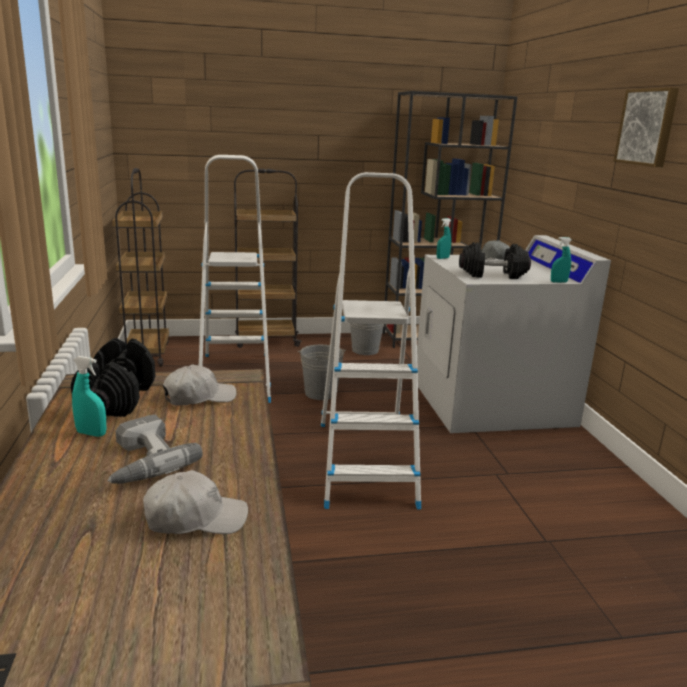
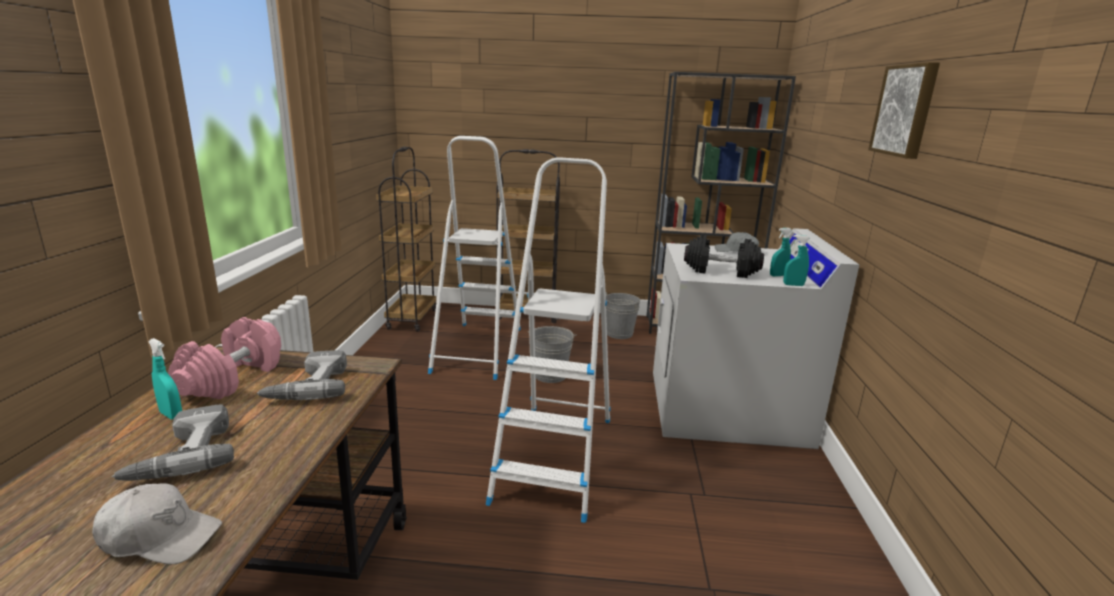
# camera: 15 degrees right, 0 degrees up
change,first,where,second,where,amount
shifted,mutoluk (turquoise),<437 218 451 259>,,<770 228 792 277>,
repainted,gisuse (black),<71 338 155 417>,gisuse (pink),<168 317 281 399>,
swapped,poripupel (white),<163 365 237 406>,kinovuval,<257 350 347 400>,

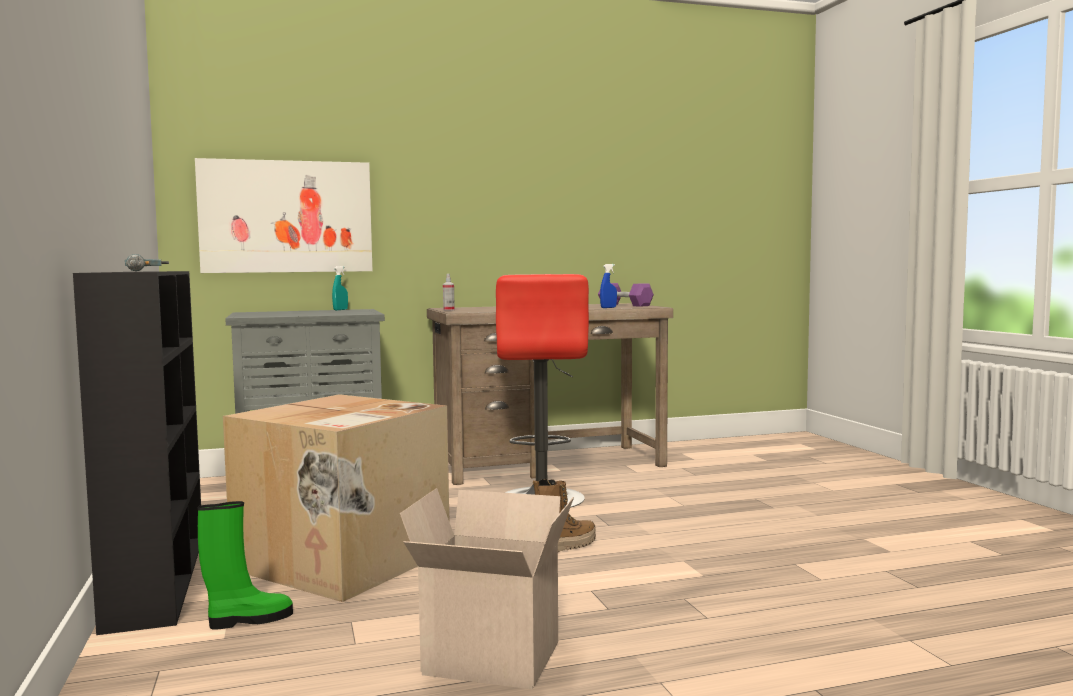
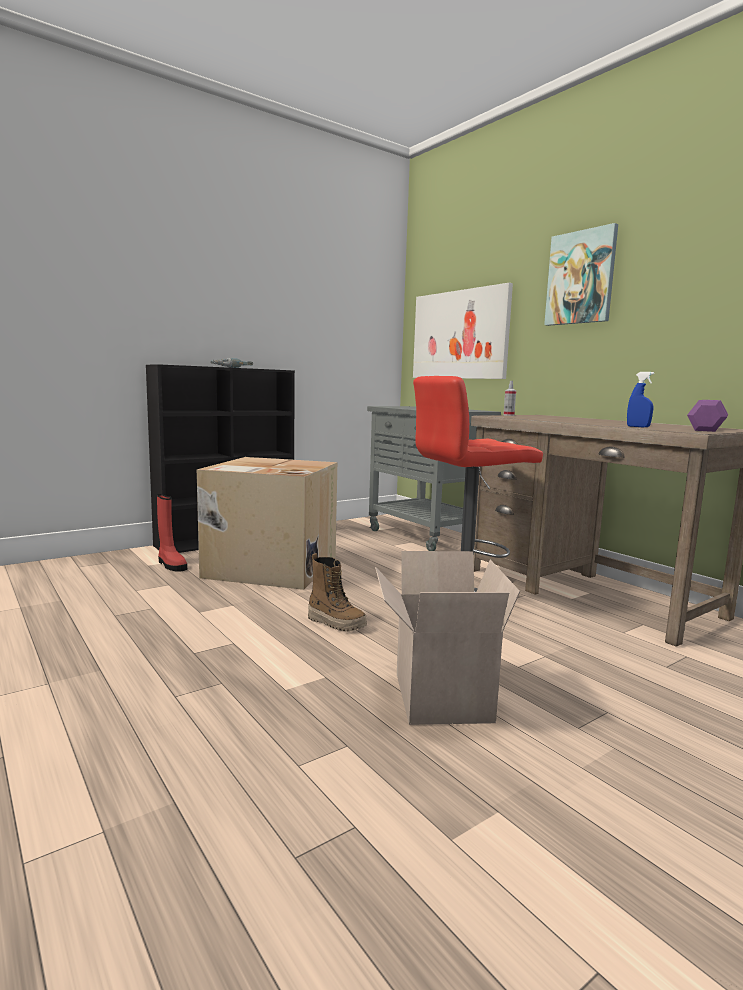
# camera: 70 degrees right, 5 degrees up
change,first,where,second,where,amount
gone,mutoluk (turquoise),<332 266 348 310>,,,
shifted,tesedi,<400 488 574 689>,,<375 551 520 725>,
repainted,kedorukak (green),<198 501 293 629>,kedorukak (red),<157 494 187 572>,
new,,,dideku,<544 223 618 326>,

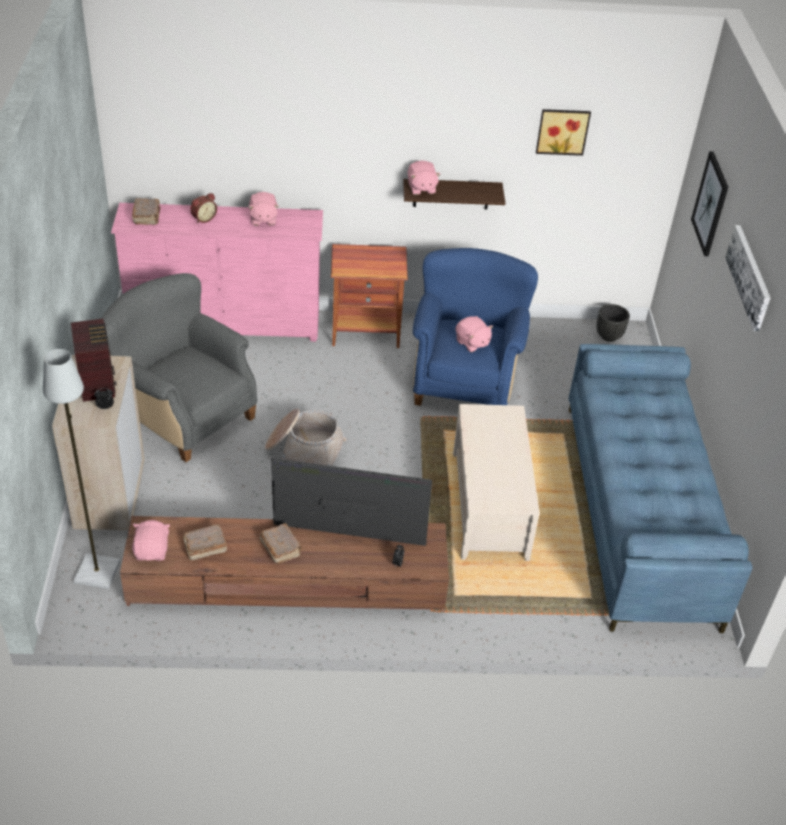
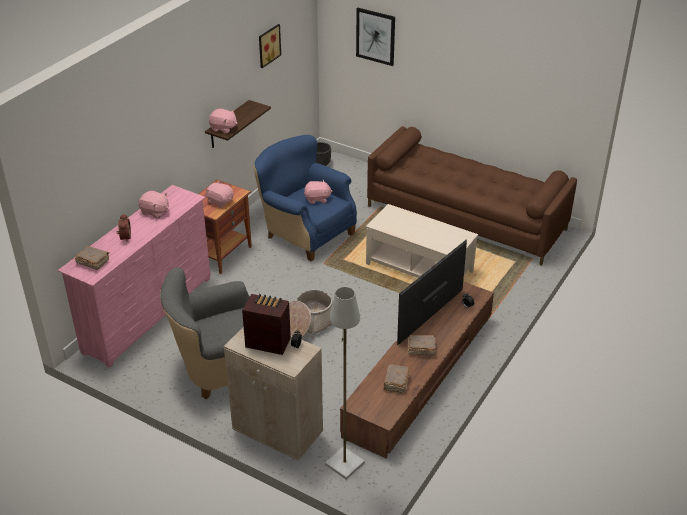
# camera: 55 degrees left, 5 degrees down
change,first,where,second,where,amount
gone,dideku,<725 225 771 331>,,,
repainted,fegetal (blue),<569 344 753 633>,fegetal (brown),<367 126 577 266>,
shifted,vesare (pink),<132 520 170 561>,,<206 181 234 208>,

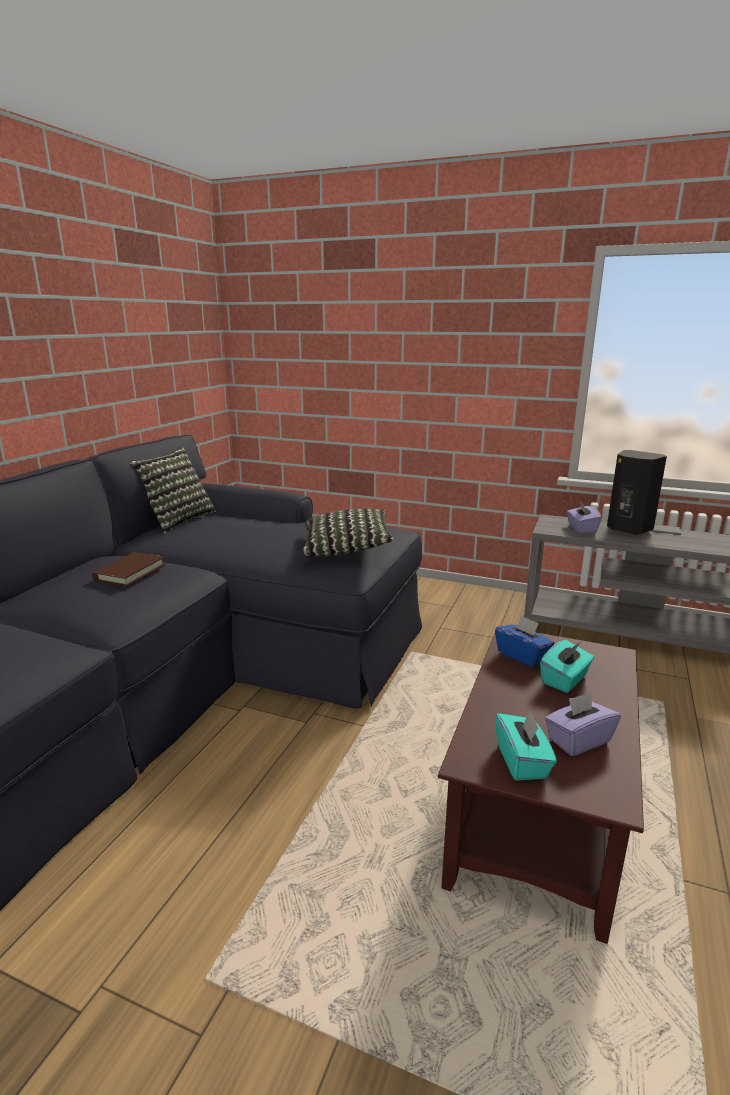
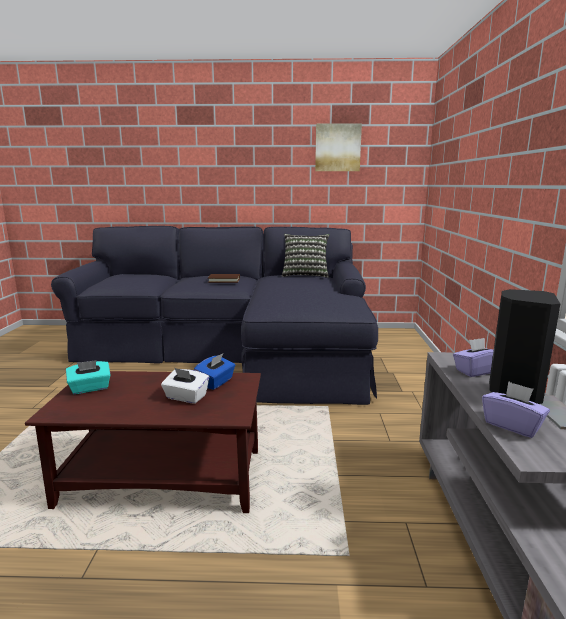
# camera: 70 degrees right, 5 degrees down
change,first,where,second,where,amount
gone,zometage,<302 509 394 557>,,,
repainted,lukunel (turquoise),<540 640 594 693>,lukunel (white),<161 368 209 404>,
shifted,lukunel (purple),<545 692 621 756>,,<482 381 550 438>,
new,,,dideku,<315 123 362 171>,

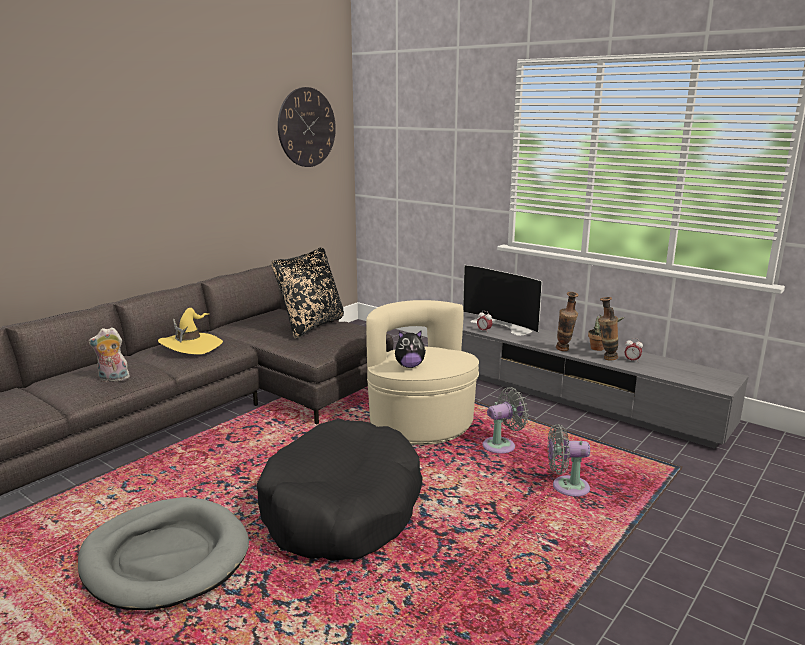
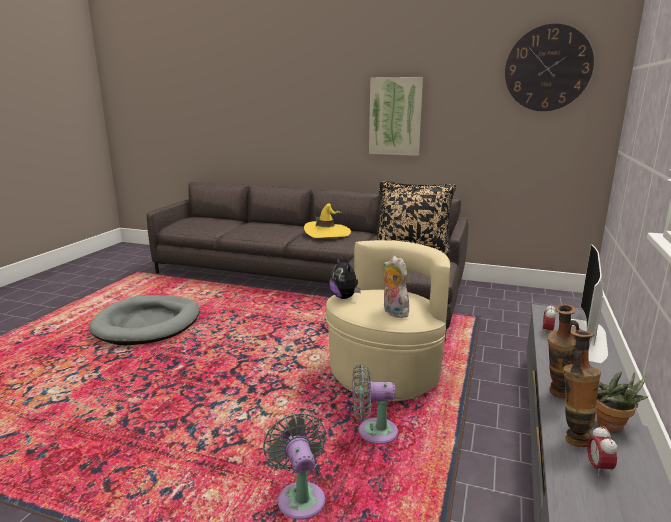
# camera: 70 degrees right, 0 degrees up
change,first,where,second,where,amount
shifted,vesare,<88 327 131 383>,,<384 256 409 318>,
rotated,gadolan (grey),<482 387 529 454>,,<352 364 398 444>,135 degrees clockwise
gone,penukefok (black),<256 419 423 561>,,,
new,,,dideku,<369 77 423 156>,

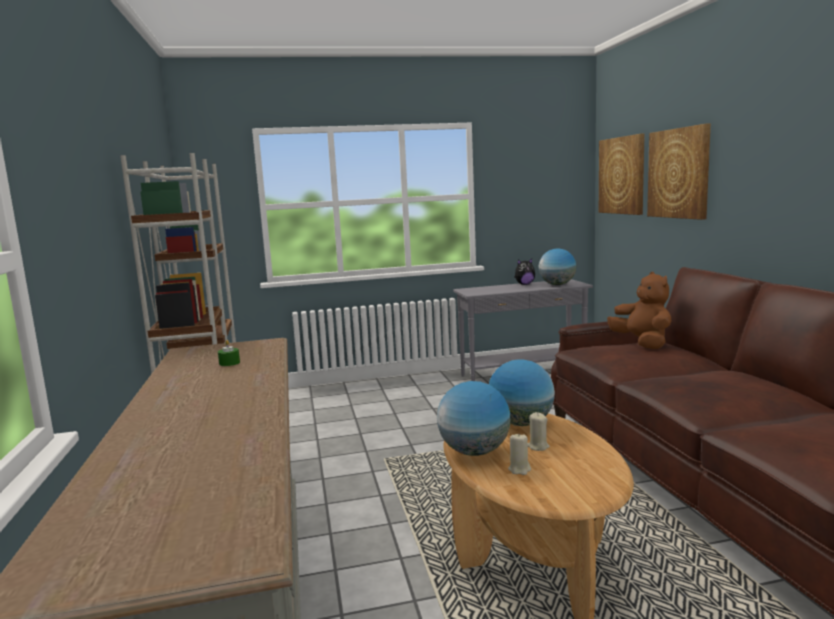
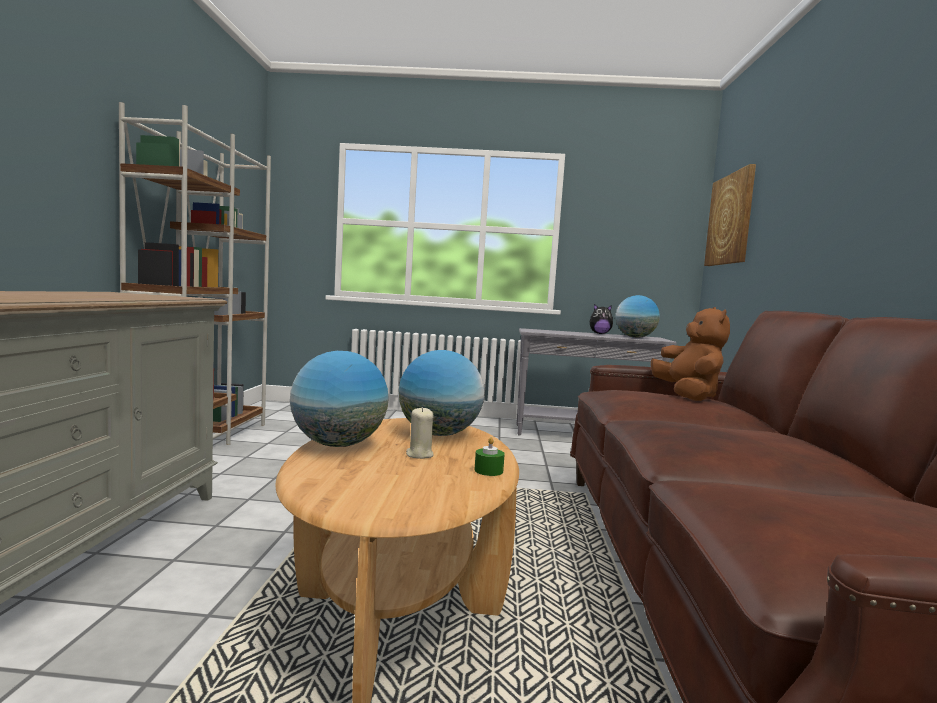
# camera: 15 degrees right, 5 degrees down
change,first,where,second,where,amount
gone,dideku,<647 123 711 220>,,,
shifted,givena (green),<218 340 240 366>,,<475 437 505 476>,
gone,givena (beige),<508 434 531 475>,,,

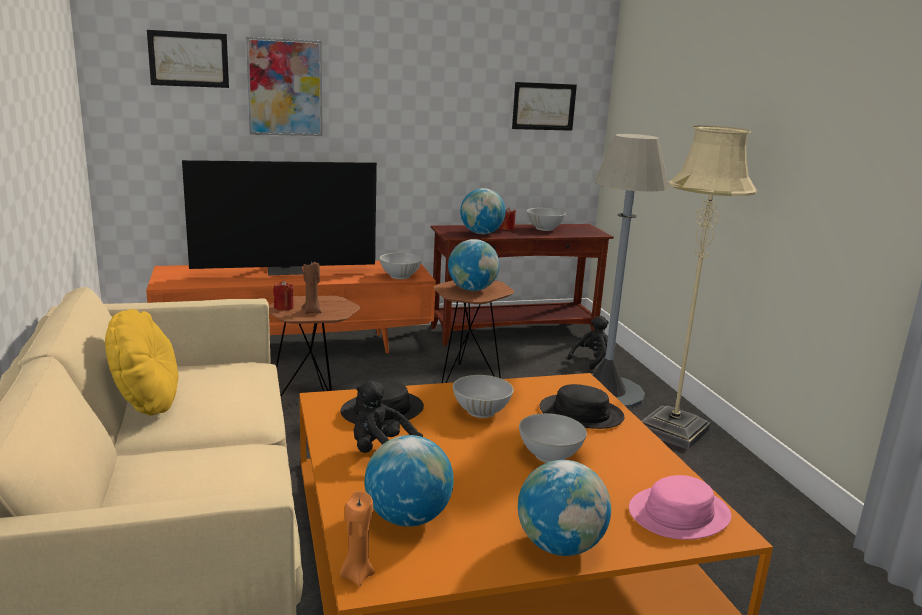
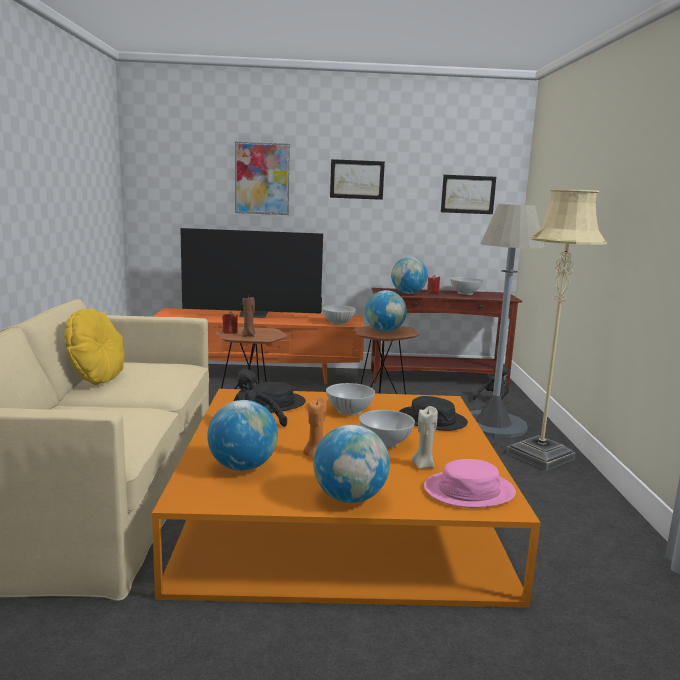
# camera: 15 degrees right, 5 degrees down
change,first,where,second,where,amount
shifted,dideku,<147 30 229 88>,,<330 159 385 200>,
shifted,givena (orange),<340 491 375 586>,,<303 397 326 459>,
new,,,givena (beige),<411 406 438 469>,

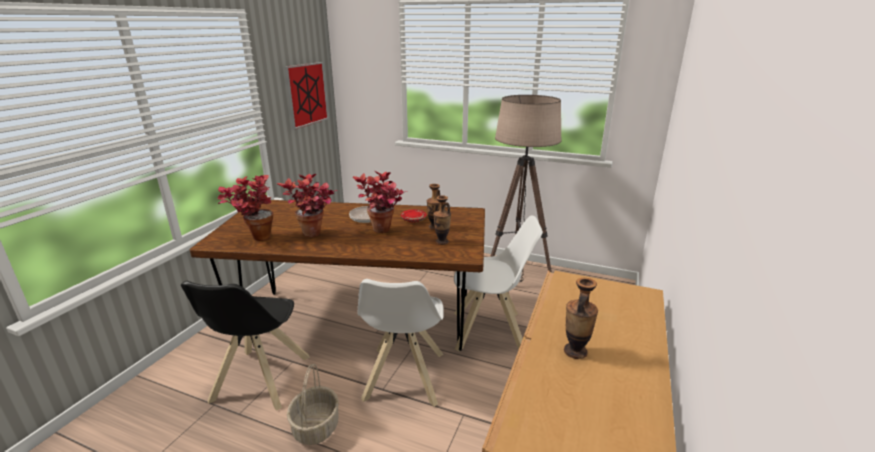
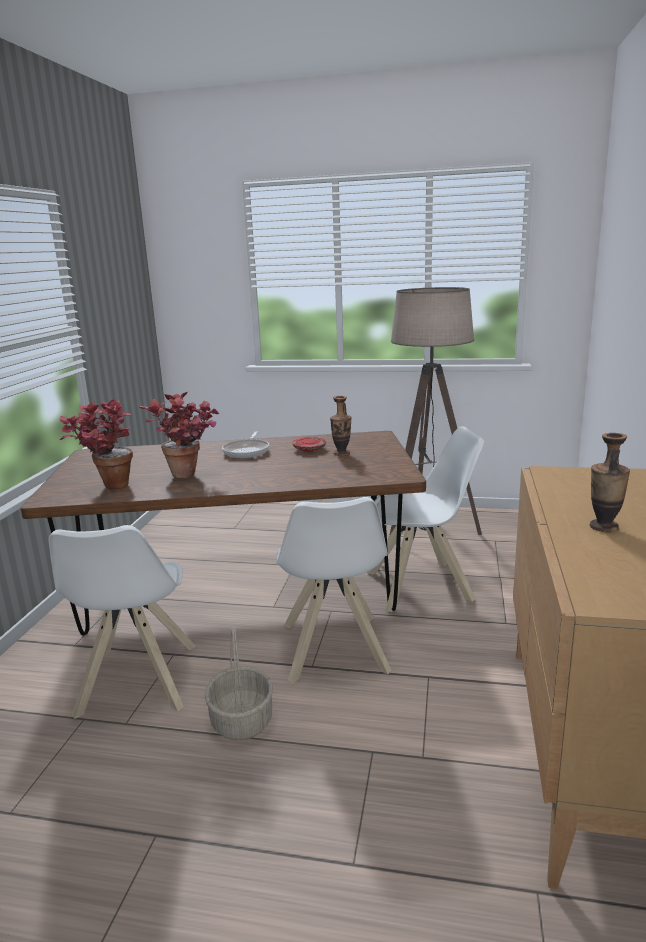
# camera: 10 degrees left, 5 degrees down
change,first,where,second,where,amount
gone,dideku,<284 62 329 129>,,,
gone,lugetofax,<353 171 408 233>,,,
gone,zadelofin,<433 195 451 245>,,,
repainted,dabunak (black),<181 281 310 411>,dabunak (white),<48 525 196 719>,

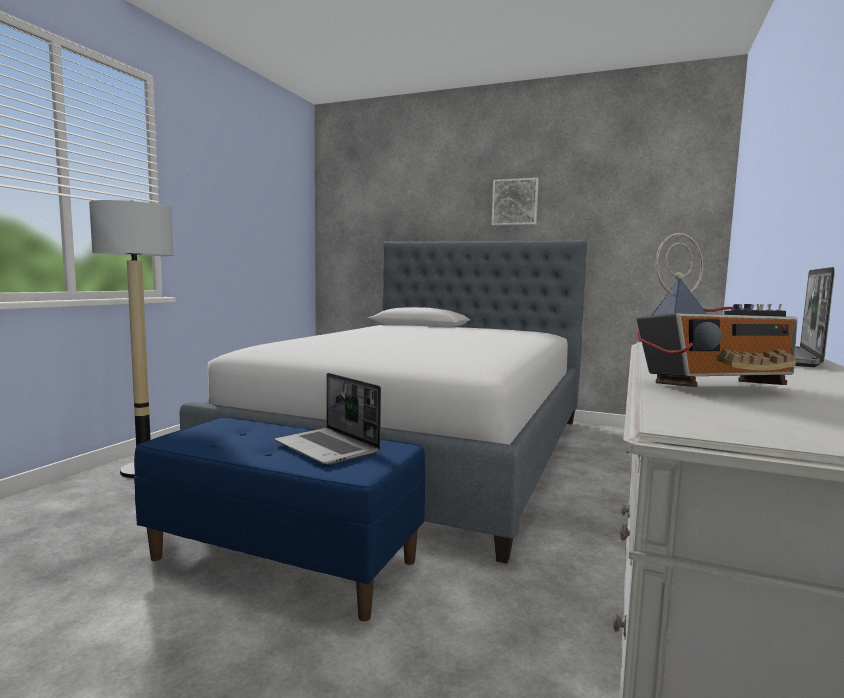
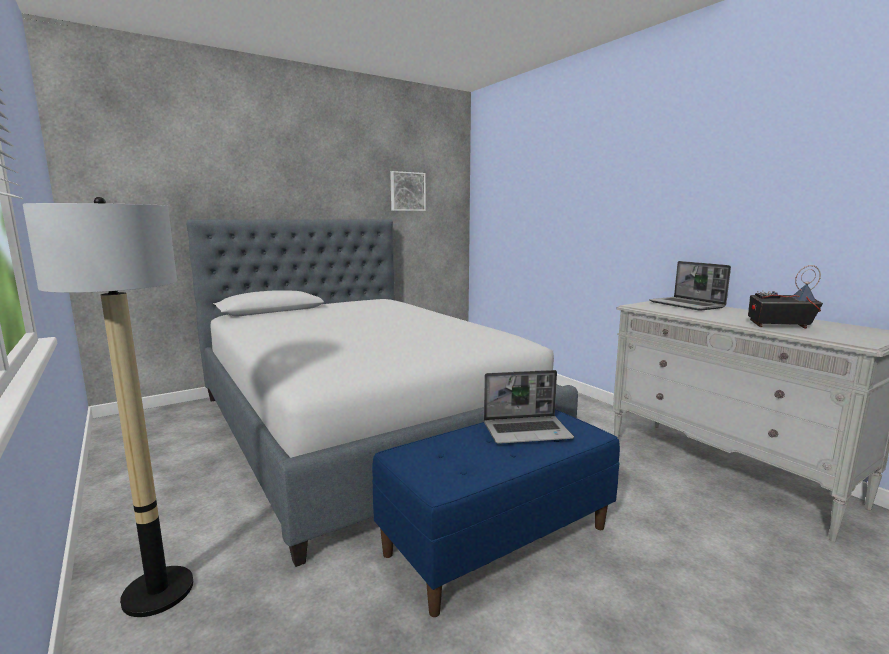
# camera: 55 degrees left, 5 degrees up
change,first,where,second,where,amount
shifted,dideku,<492 178 539 225>,,<390 171 426 211>,
rotated,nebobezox,<636 233 798 387>,,<748 265 823 329>,105 degrees counterclockwise

